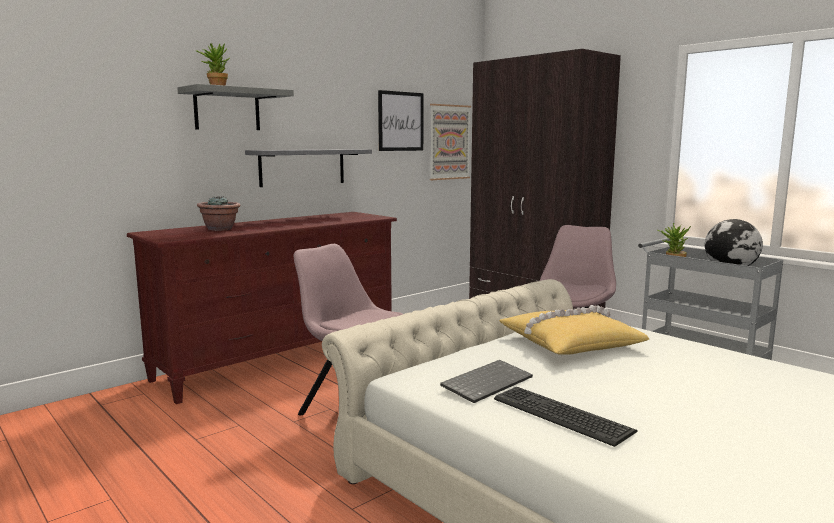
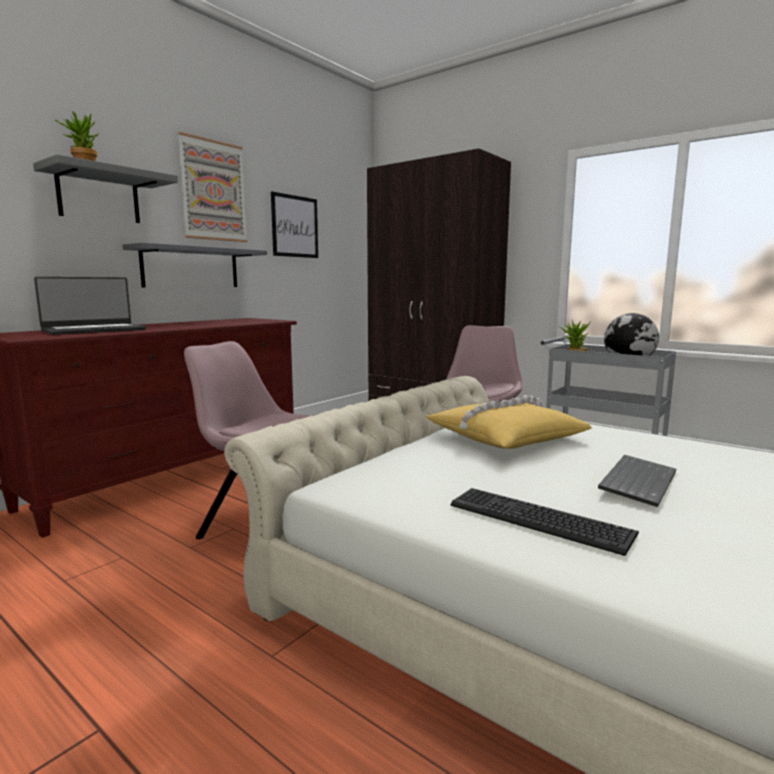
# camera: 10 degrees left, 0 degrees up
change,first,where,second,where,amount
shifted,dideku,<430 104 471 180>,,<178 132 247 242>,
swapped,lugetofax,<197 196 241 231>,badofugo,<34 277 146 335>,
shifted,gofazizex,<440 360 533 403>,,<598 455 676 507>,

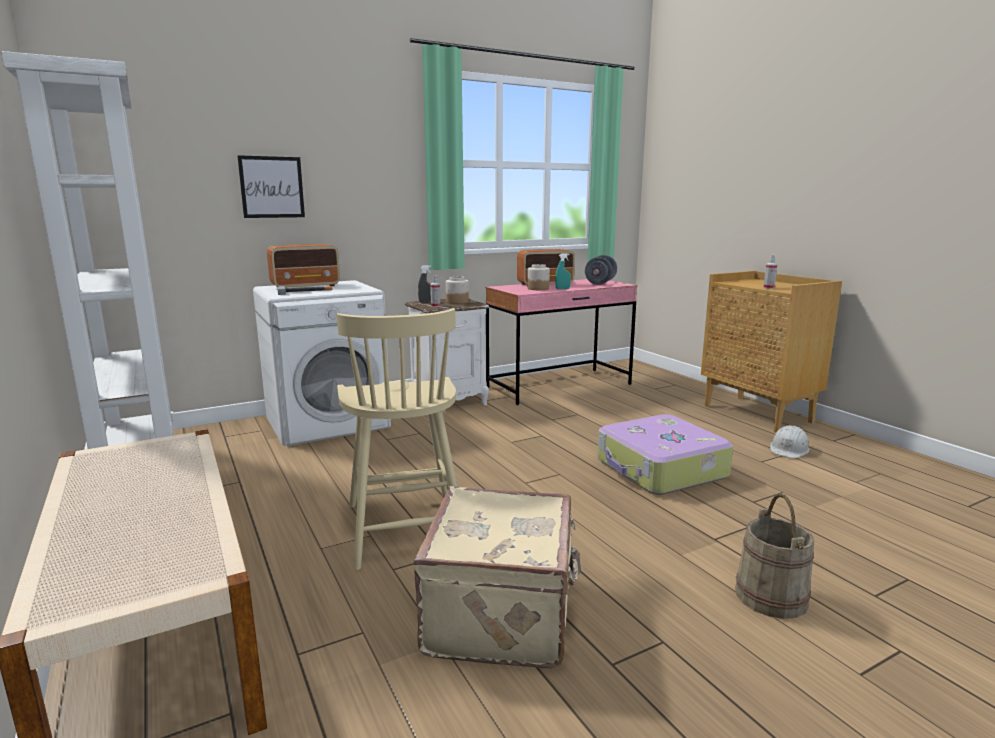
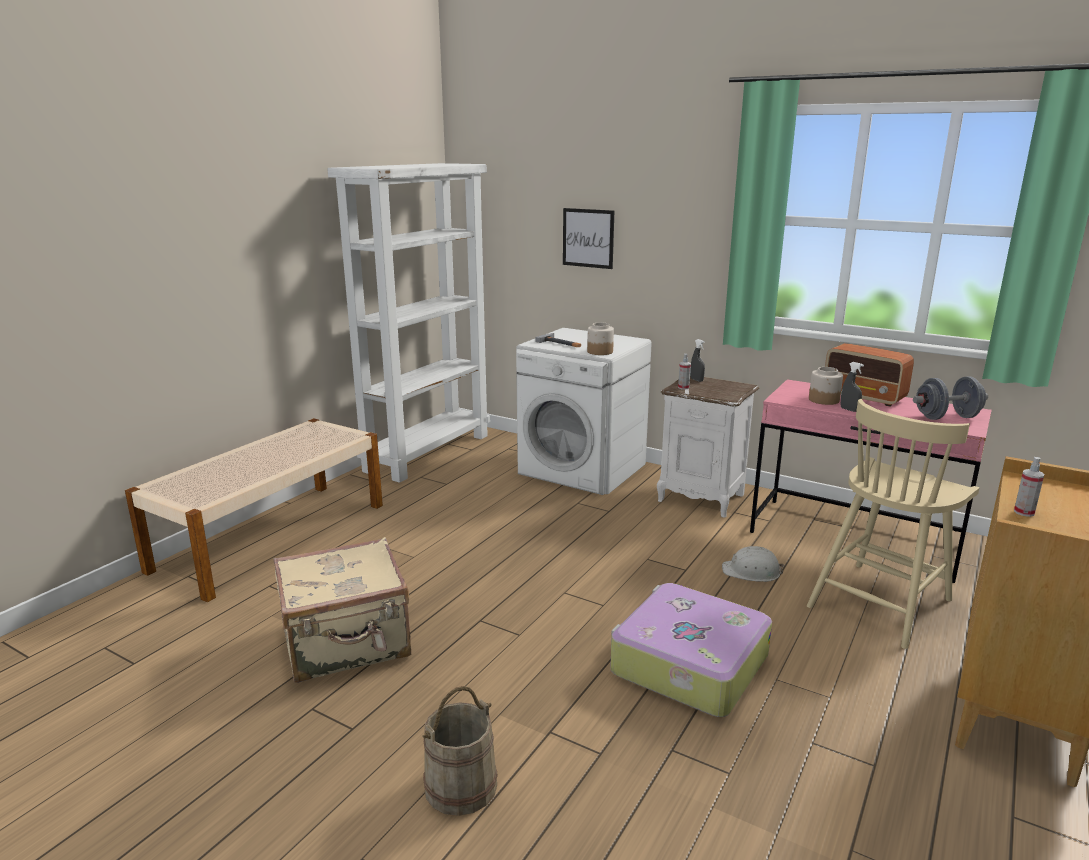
# camera: 60 degrees right, 5 degrees up
change,first,where,second,where,amount
gone,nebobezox,<267 244 340 288>,,,
repainted,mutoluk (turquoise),<555 253 571 289>,mutoluk (grey),<841 362 864 412>,
shifted,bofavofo,<446 276 469 304>,,<587 322 614 355>,
shifted,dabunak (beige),<337 308 458 570>,,<807 399 980 649>,
shifted,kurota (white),<770 425 810 458>,,<722 546 784 582>,

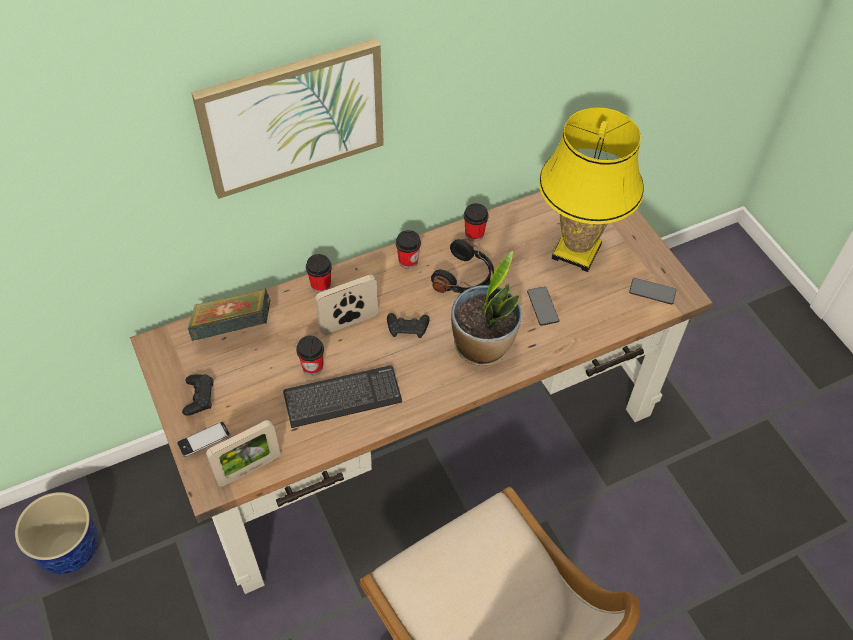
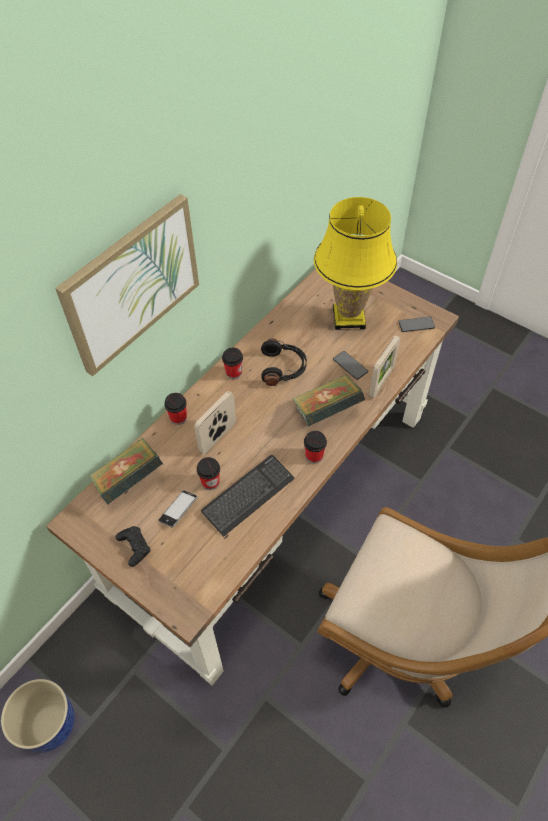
# camera: 25 degrees left, 0 degrees up
change,first,where,second,where,amount
shifted,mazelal,<464 203 488 241>,,<304 431 327 464>,
swapped,lugetofax,<451 251 522 366>,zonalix,<292 375 365 426>,
gone,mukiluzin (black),<387 313 430 338>,,,
shifted,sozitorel,<206 420 280 487>,,<369 335 400 398>,
shifted,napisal,<177 422 230 457>,,<159 490 197 527>,

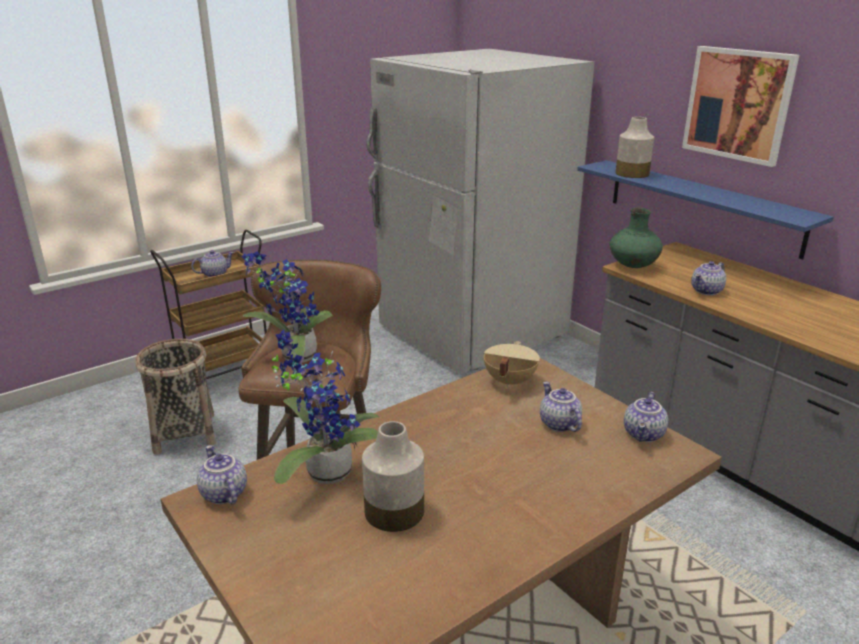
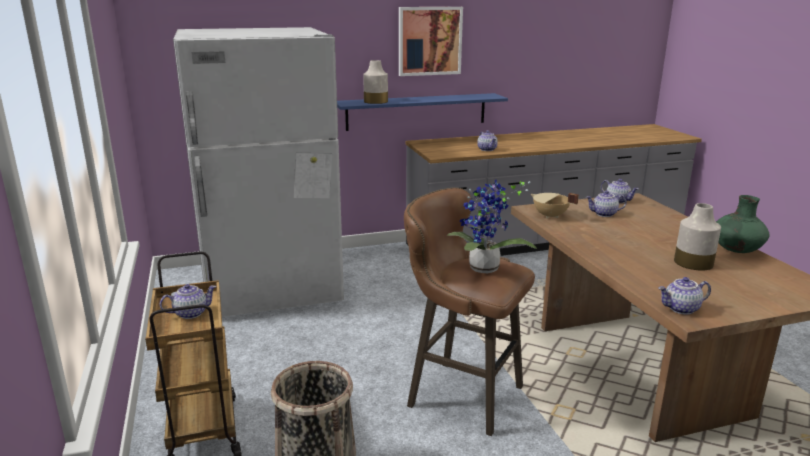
# camera: 70 degrees left, 5 degrees down
change,first,where,second,where,amount
shifted,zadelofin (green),<609 208 663 268>,,<716 195 770 253>,
rotated,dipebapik,<191 250 234 277>,,<160 284 217 319>,75 degrees clockwise
gone,lugetofax,<272 330 379 484>,,,

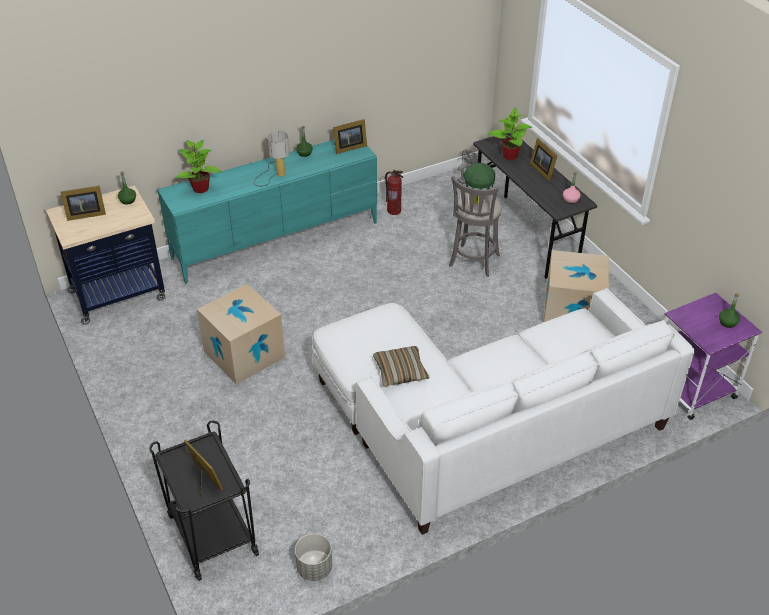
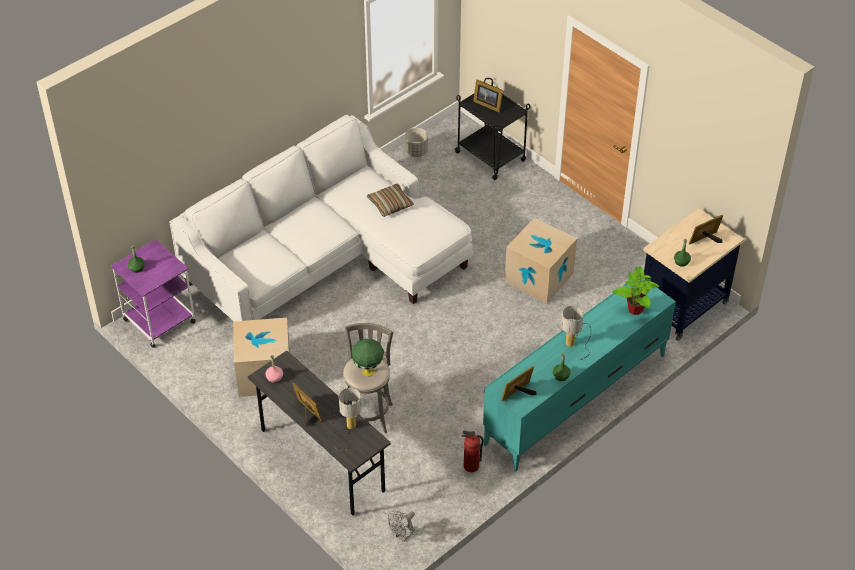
# camera: 165 degrees right, 5 degrees up
change,first,where,second,where,amount
swapped,lugetofax,<487 108 532 160>,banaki,<329 388 361 451>,

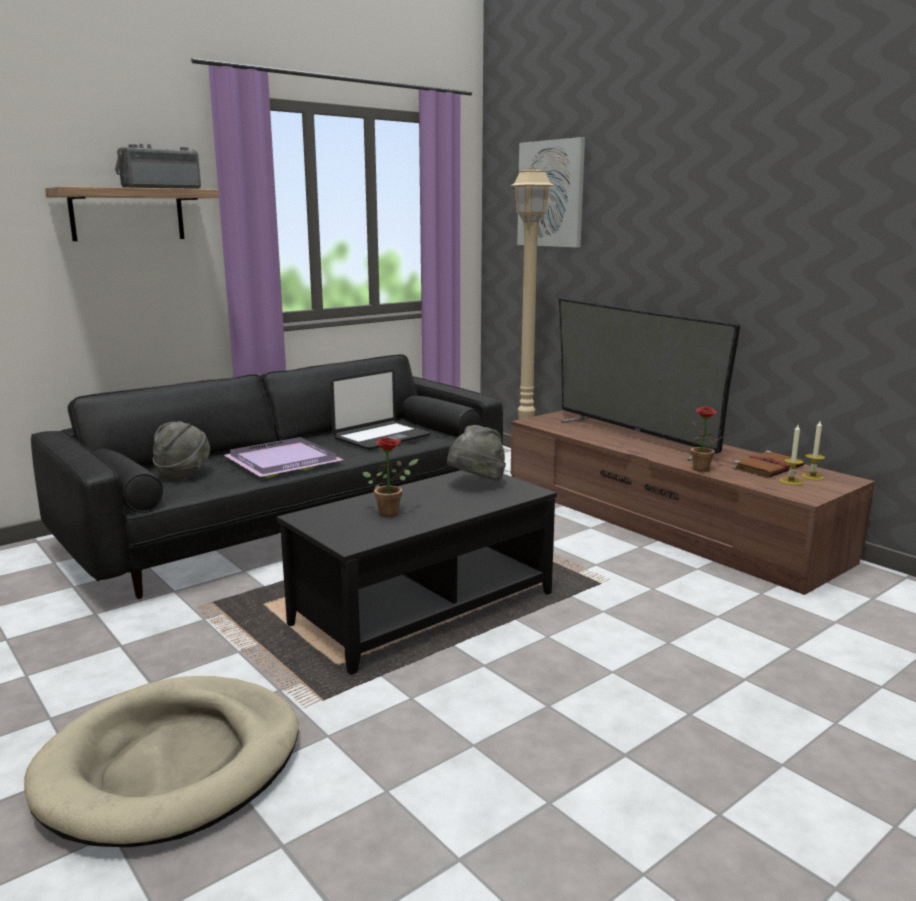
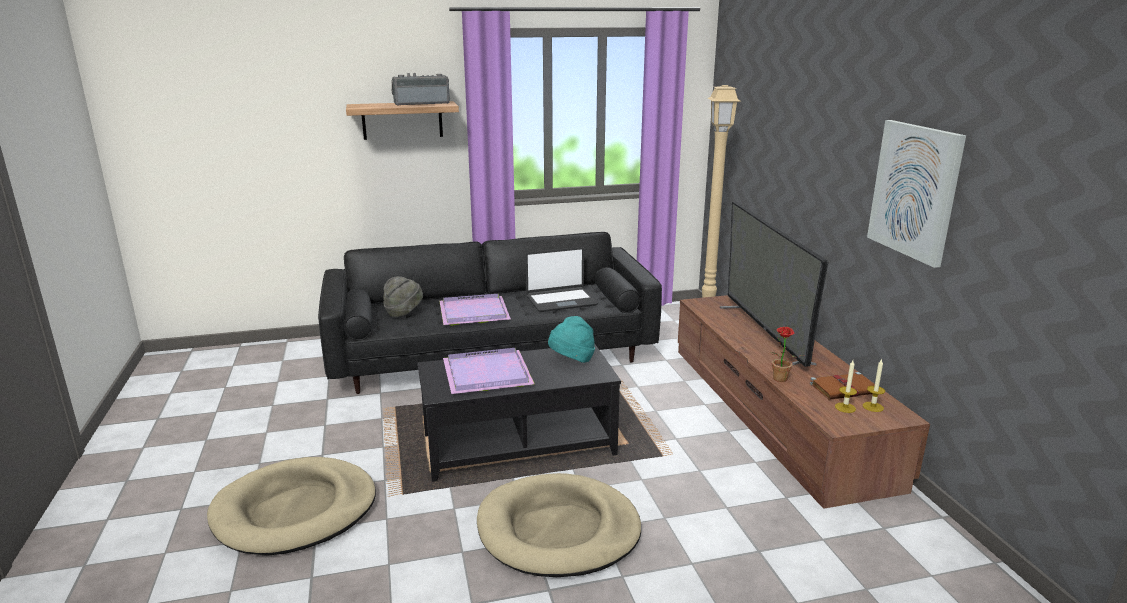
# camera: 25 degrees right, 5 degrees up
change,first,where,second,where,amount
shifted,dideku,<517 137 585 248>,,<867 120 966 268>,
repainted,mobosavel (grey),<447 425 506 481>,mobosavel (turquoise),<548 316 595 363>,
swapped,lugetofax,<363 437 418 517>,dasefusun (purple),<443 348 535 394>,
new,,,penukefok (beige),<477 473 641 577>,

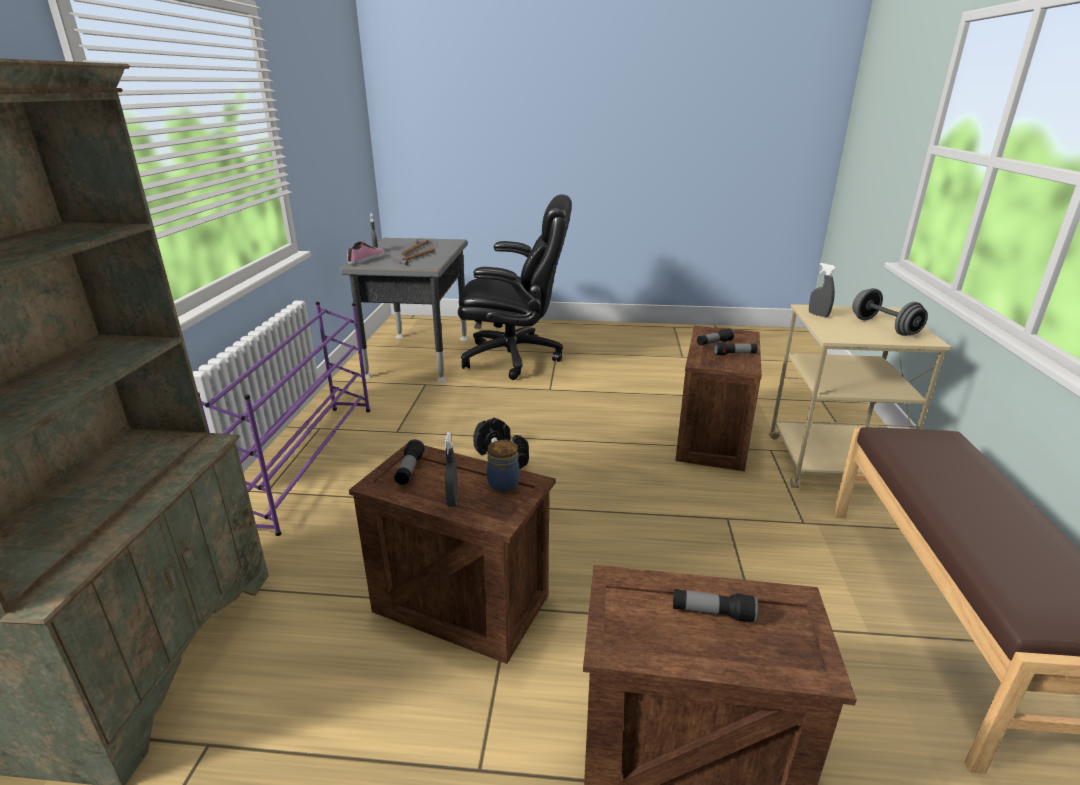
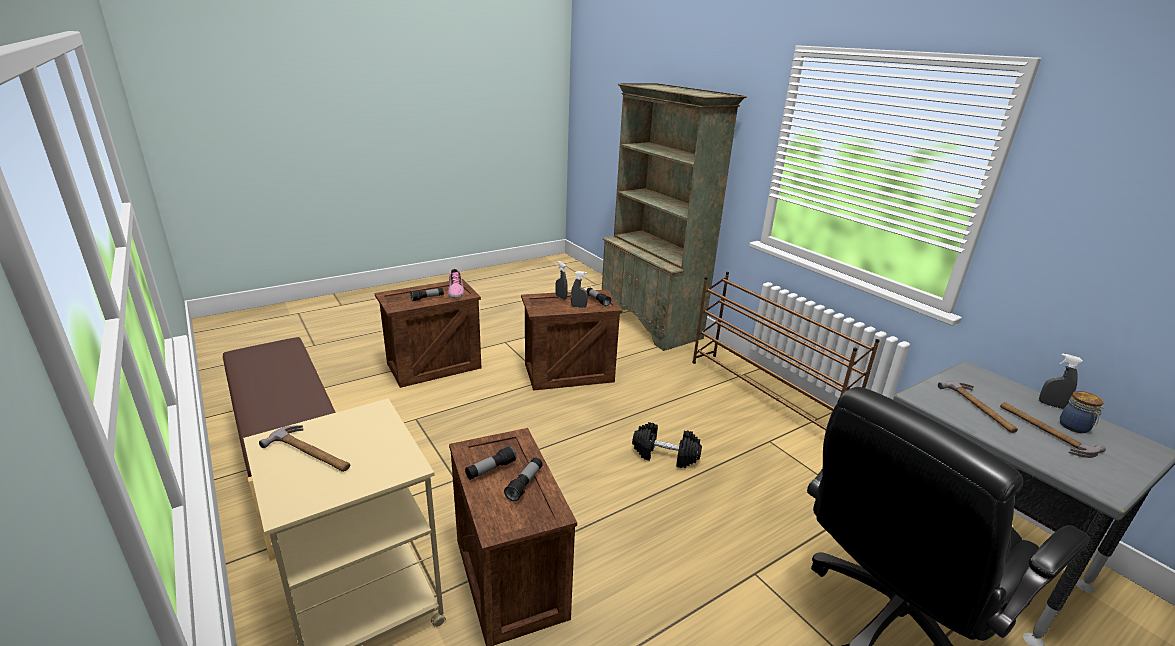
# camera: 140 degrees right, 0 degrees up
change,first,where,second,where,amount
shifted,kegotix,<347 241 385 265>,,<448 269 464 298>,
shifted,mutoluk (grey),<809 263 836 317>,,<571 271 588 308>,
swapped,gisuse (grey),<852 288 928 336>,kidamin,<259 425 350 472>,
repainted,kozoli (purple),<198 302 370 536>,kozoli (brown),<692 272 880 430>,
shifted,bofavofo,<487 440 520 492>,,<1060 391 1104 433>,

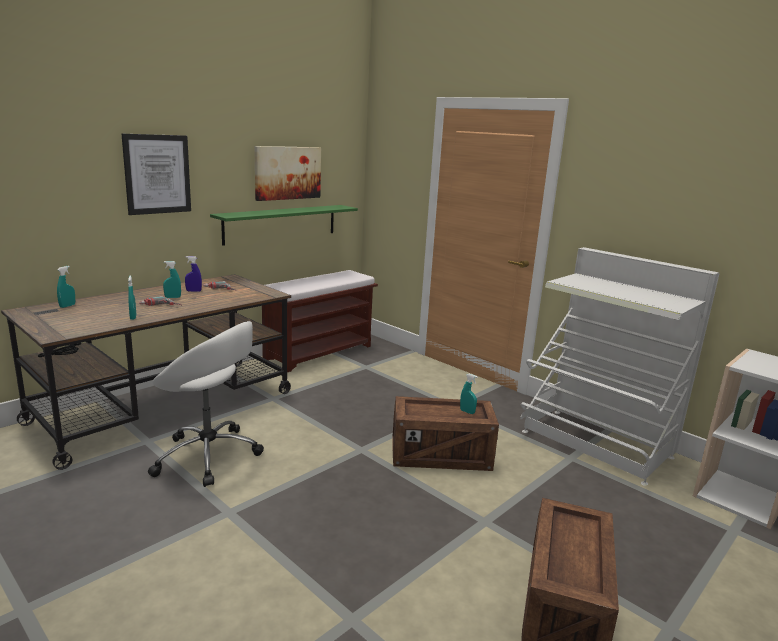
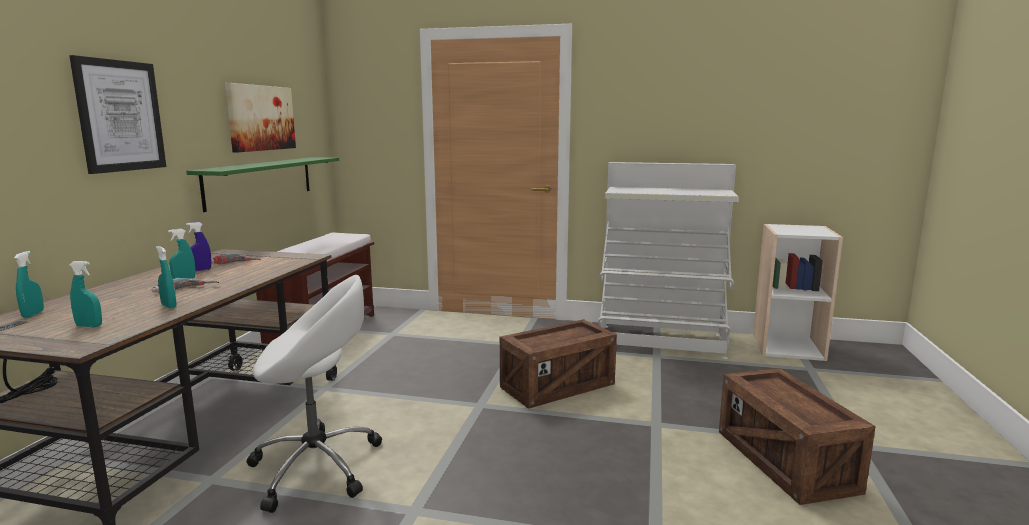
# camera: 30 degrees left, 5 degrees down
change,first,where,second,where,amount
shifted,mutoluk (turquoise),<460 374 478 414>,,<69 261 102 327>,

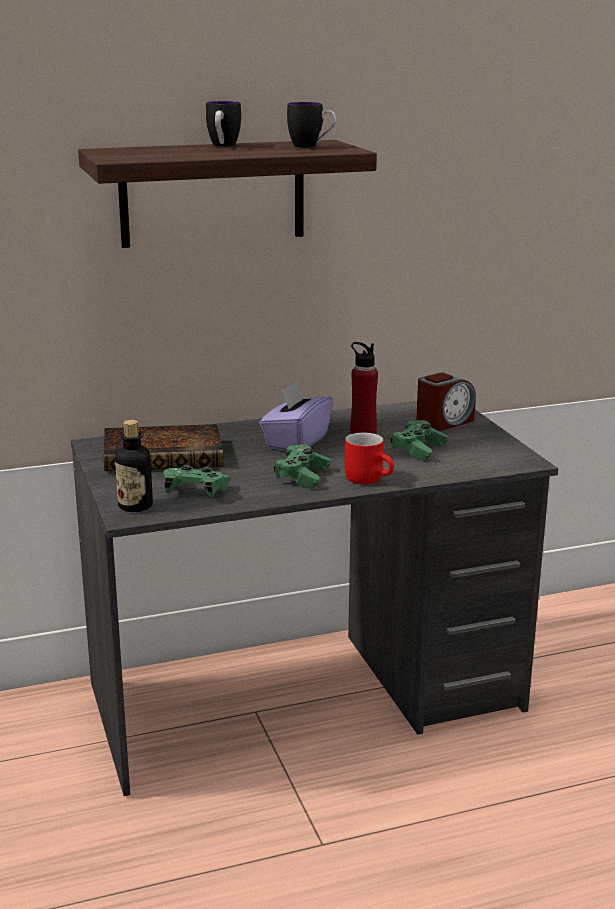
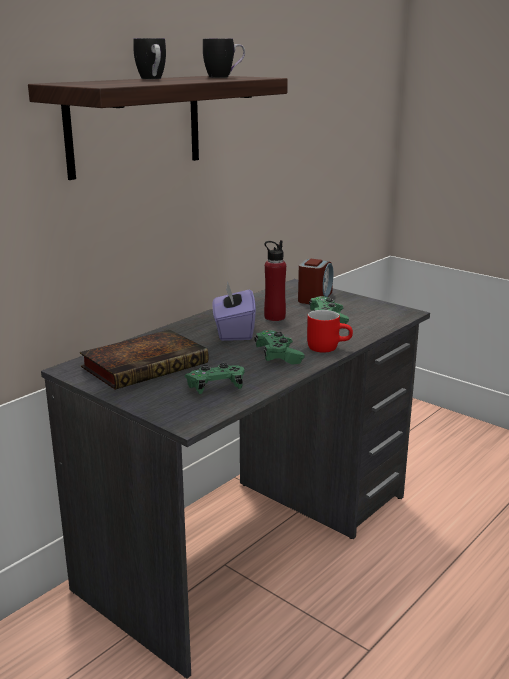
# camera: 30 degrees left, 0 degrees up
change,first,where,second,where,amount
gone,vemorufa,<115 420 153 512>,,,

